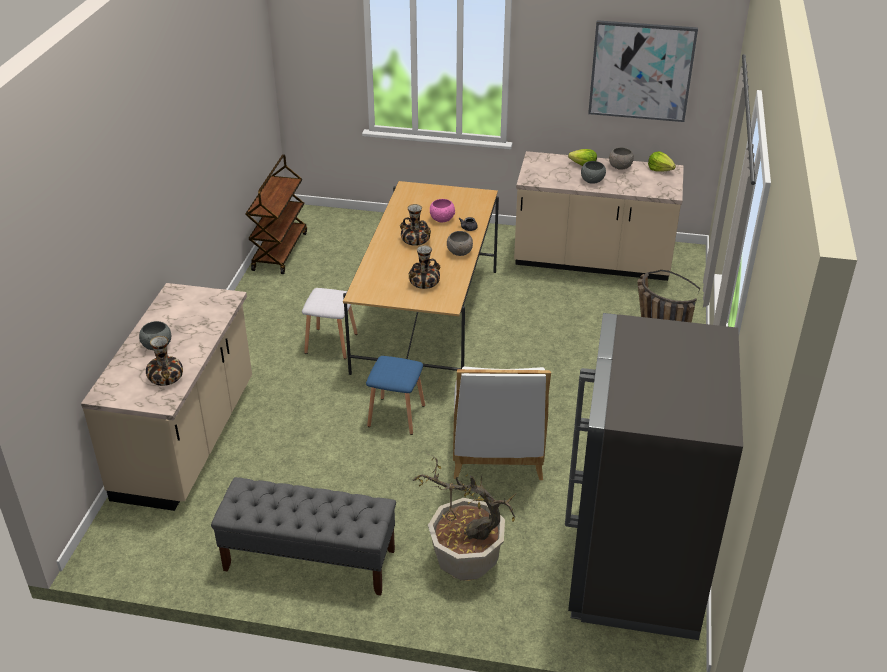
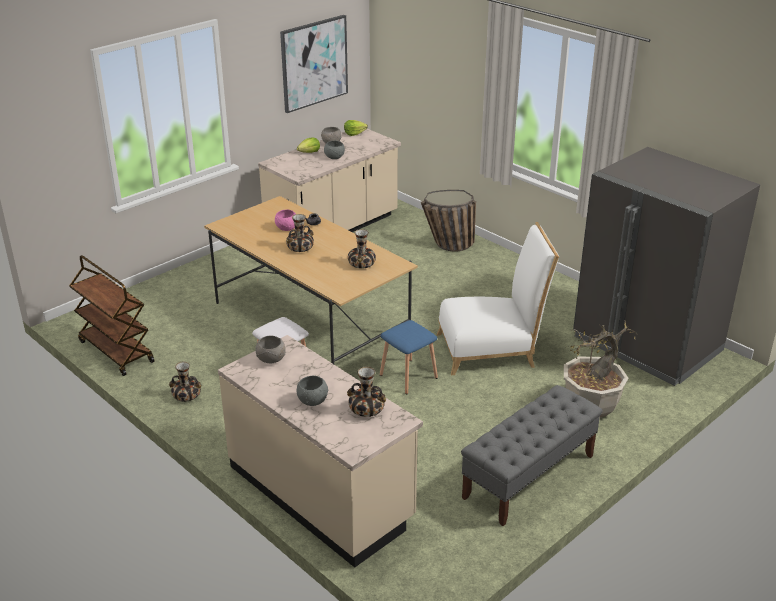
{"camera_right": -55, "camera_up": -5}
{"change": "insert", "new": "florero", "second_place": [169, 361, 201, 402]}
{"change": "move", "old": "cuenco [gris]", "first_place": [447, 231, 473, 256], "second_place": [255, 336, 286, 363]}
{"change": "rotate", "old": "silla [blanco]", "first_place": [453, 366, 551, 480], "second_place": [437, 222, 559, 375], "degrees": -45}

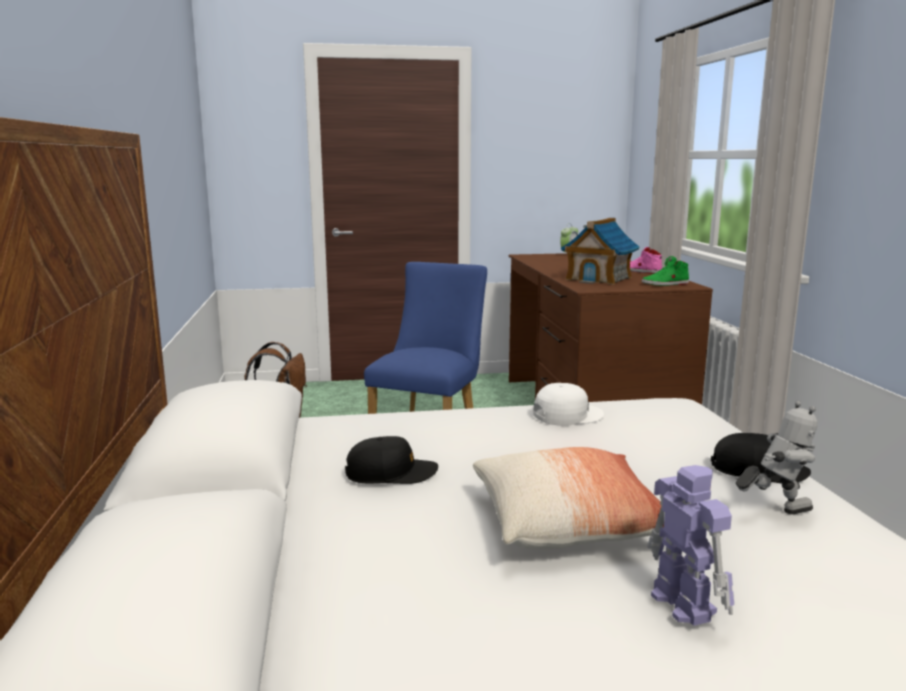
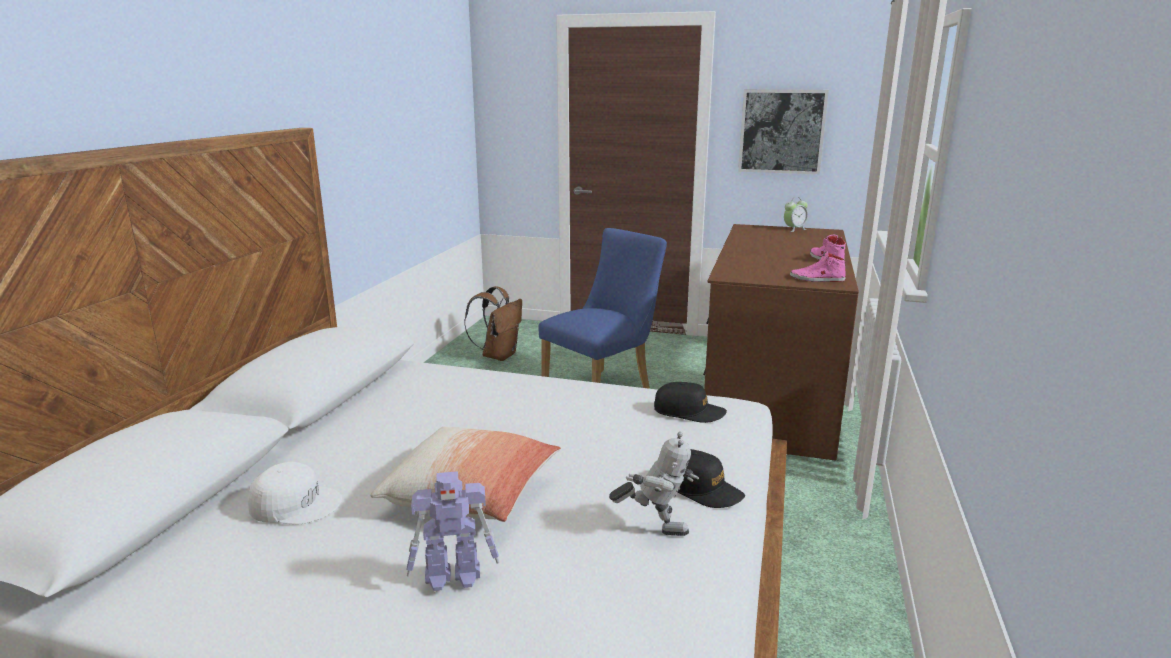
{"camera_right": 25, "camera_up": 5}
{"change": "delete", "old": "casita", "first_place": [561, 218, 640, 285]}
{"change": "insert", "new": "cuadro", "second_place": [738, 89, 829, 174]}
{"change": "move", "old": "gorra [negro]", "first_place": [345, 436, 438, 484], "second_place": [654, 382, 727, 423]}
{"change": "move", "old": "gorra [blanco]", "first_place": [533, 383, 605, 425], "second_place": [248, 462, 342, 525]}
{"change": "recolor", "old": "zapato [verde]", "new": "zapato [rosa]", "first_place": [642, 256, 689, 286], "second_place": [790, 251, 846, 282]}
{"change": "rotate", "old": "robot de juguete", "first_place": [647, 465, 734, 626], "second_place": [406, 471, 500, 591], "degrees": 75}

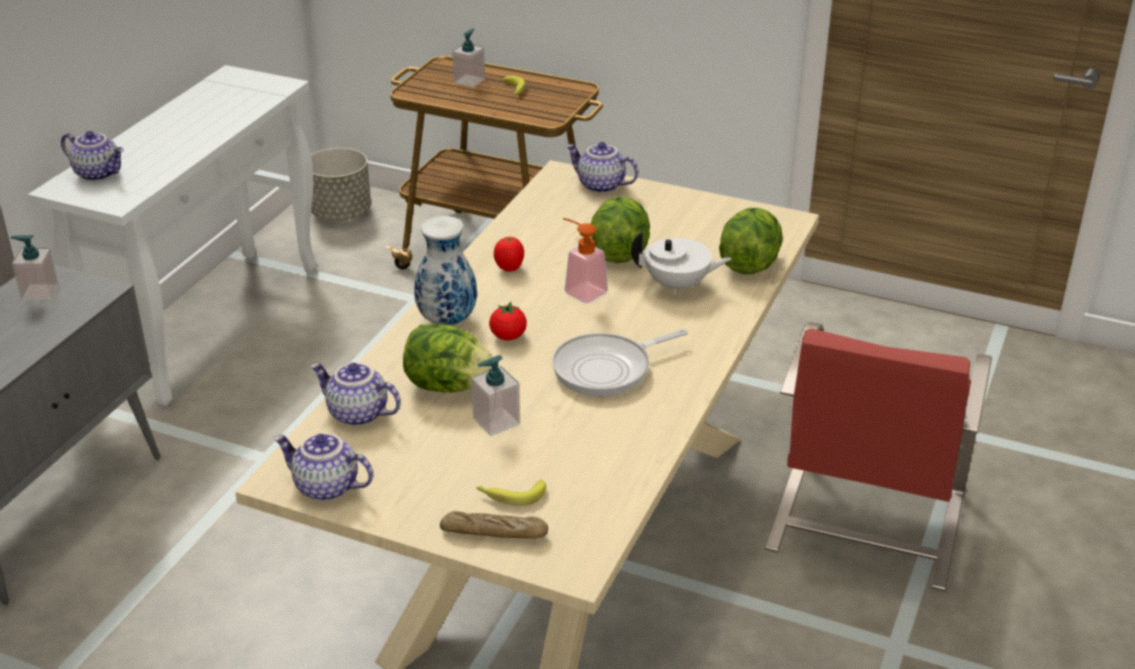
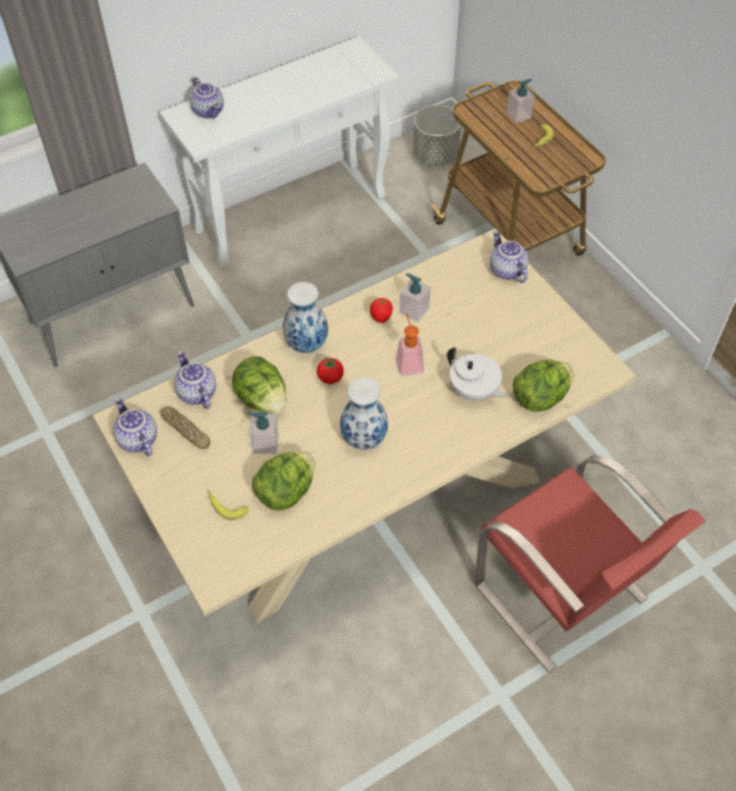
{"camera_right": 35, "camera_up": 20}
{"change": "move", "old": "dispensador de jabón", "first_place": [10, 235, 59, 300], "second_place": [399, 273, 431, 323]}
{"change": "move", "old": "pan", "first_place": [440, 511, 548, 539], "second_place": [160, 407, 210, 449]}
{"change": "move", "old": "lechuga", "first_place": [591, 196, 650, 263], "second_place": [252, 451, 315, 510]}
{"change": "replace", "old": "sartén", "new": "florero", "first_place": [552, 329, 688, 397], "second_place": [340, 377, 388, 450]}
{"change": "rotate", "old": "silla [rojo]", "first_place": [764, 322, 992, 591], "second_place": [475, 455, 706, 673], "degrees": -90}

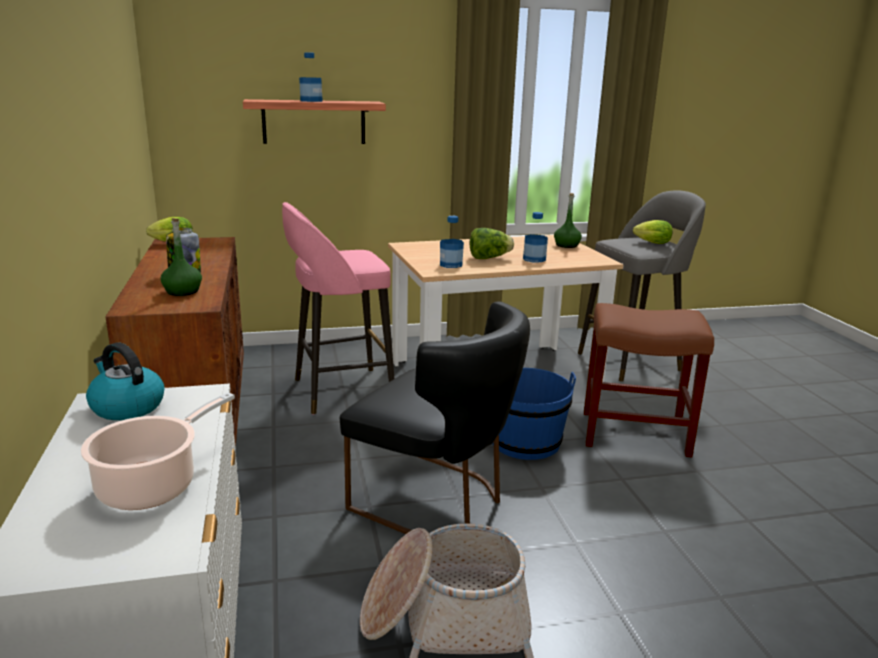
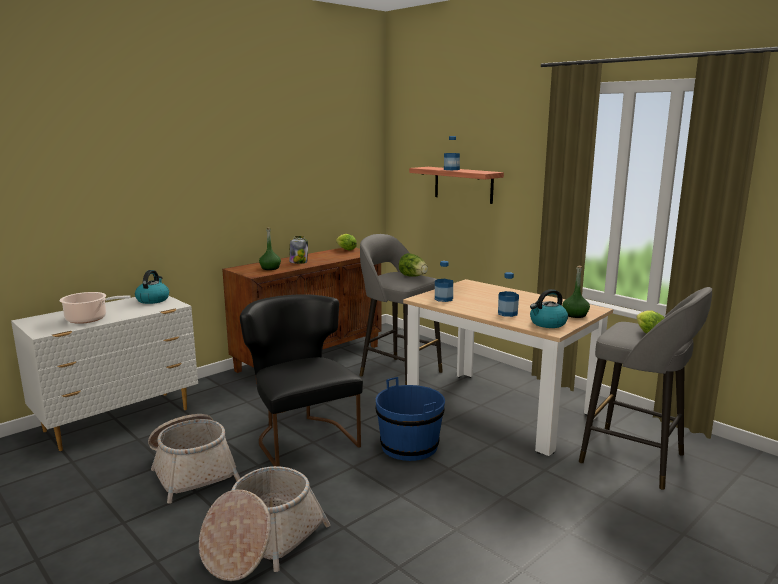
{"camera_right": 60, "camera_up": -5}
{"change": "delete", "old": "taburete [marrón]", "first_place": [584, 303, 714, 457]}
{"change": "insert", "new": "cesta", "second_place": [199, 466, 330, 581]}
{"change": "insert", "new": "hervidor", "second_place": [530, 289, 568, 328]}
{"change": "move", "old": "lechuga", "first_place": [470, 228, 514, 259], "second_place": [399, 253, 428, 277]}
{"change": "recolor", "old": "taburete [rosa]", "new": "taburete [gris]", "first_place": [282, 202, 394, 415], "second_place": [359, 234, 443, 385]}
{"change": "rotate", "old": "silla [negro]", "first_place": [340, 302, 530, 534], "second_place": [240, 294, 363, 467], "degrees": 150}

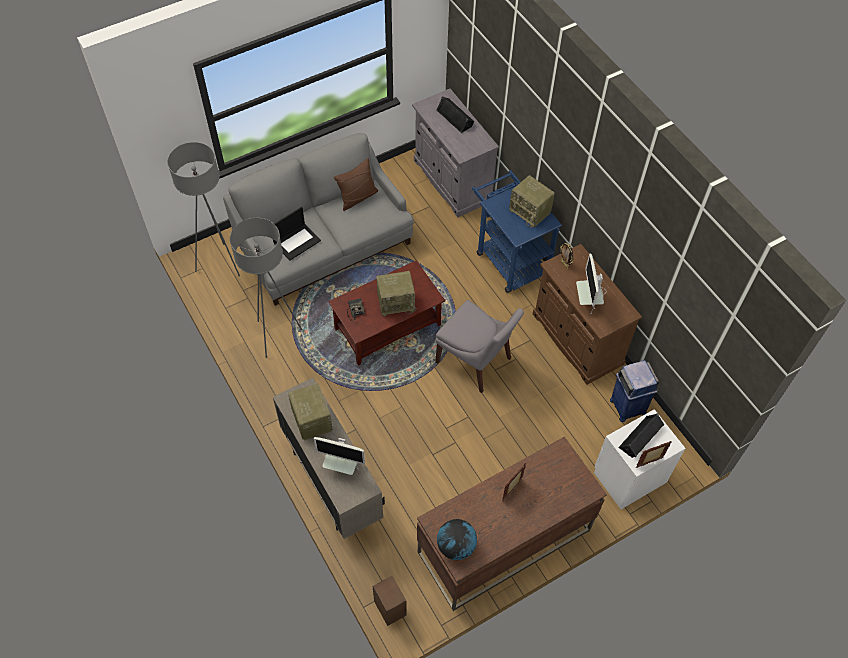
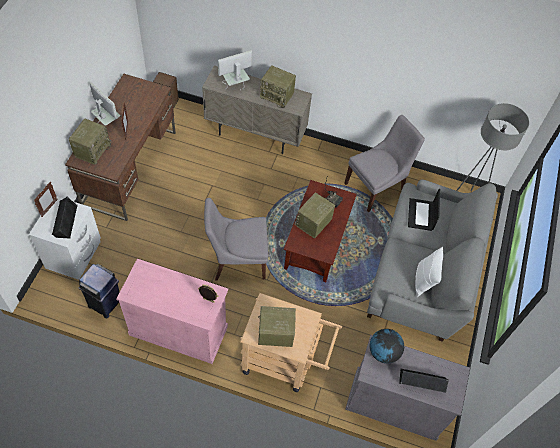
{"camera_right": 135, "camera_up": 0}
{"change": "insert", "new": "radio", "second_place": [69, 119, 112, 165]}
{"change": "move", "old": "globo terráqueo", "first_place": [437, 519, 477, 560], "second_place": [370, 329, 404, 364]}
{"change": "move", "old": "monitor", "first_place": [576, 253, 607, 313], "second_place": [90, 82, 120, 126]}
{"change": "replace", "old": "lámpara de pie [gris]", "new": "silla [gris]", "first_place": [230, 218, 302, 358], "second_place": [344, 115, 425, 212]}
{"change": "recolor", "old": "cojín [marrón]", "new": "cojín [blanco]", "first_place": [334, 158, 378, 211], "second_place": [415, 247, 443, 297]}
{"change": "recolor", "old": "carrito [azul]", "new": "carrito [beis]", "first_place": [472, 170, 562, 293], "second_place": [240, 293, 342, 392]}
{"change": "recolor", "old": "armario [marrón]", "new": "armario [rosa]", "first_place": [533, 244, 642, 385], "second_place": [116, 259, 228, 364]}

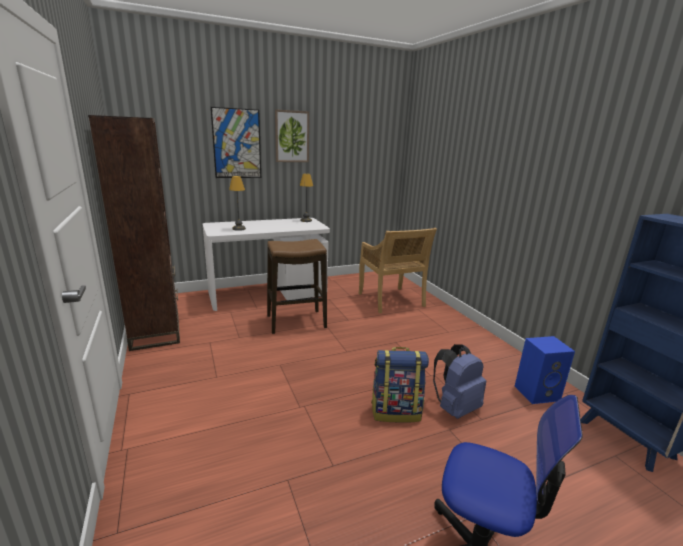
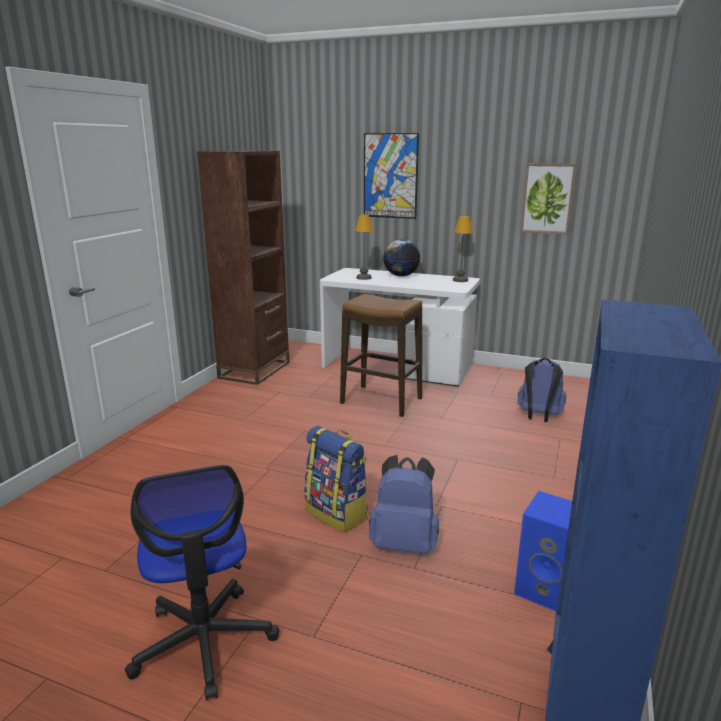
{"camera_right": 45, "camera_up": 0}
{"change": "insert", "new": "globo terráqueo", "second_place": [383, 239, 420, 277]}
{"change": "move", "old": "cuadro", "first_place": [275, 109, 309, 162], "second_place": [520, 163, 577, 235]}
{"change": "replace", "old": "silla [beis]", "new": "mochila [azul]", "first_place": [358, 228, 437, 313], "second_place": [517, 358, 566, 422]}

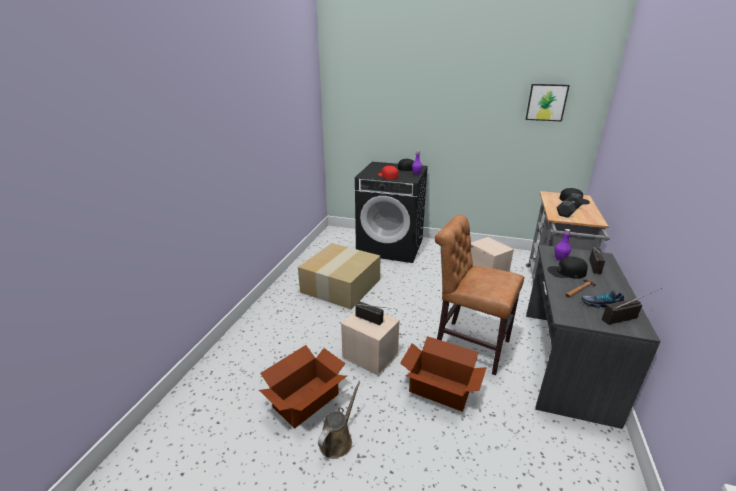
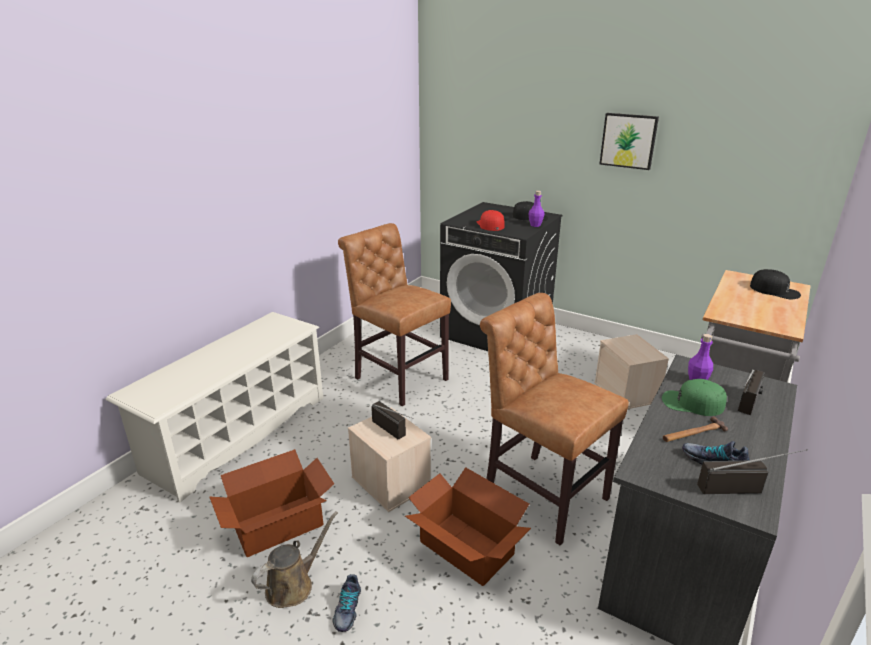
{"camera_right": 15, "camera_up": 0}
{"change": "delete", "old": "mancuerna [gris]", "first_place": [557, 193, 584, 218]}
{"change": "insert", "new": "zapatero [blanco]", "second_place": [106, 312, 323, 503]}
{"change": "insert", "new": "zapato", "second_place": [332, 574, 361, 632]}
{"change": "move", "old": "cuadro", "first_place": [526, 84, 570, 121], "second_place": [600, 113, 659, 170]}
{"change": "replace", "old": "caja de cartón", "new": "silla [marrón]", "first_place": [298, 243, 380, 309], "second_place": [338, 223, 451, 406]}
{"change": "recolor", "old": "gorra [negro]", "new": "gorra [verde]", "first_place": [548, 256, 588, 279], "second_place": [662, 379, 727, 416]}

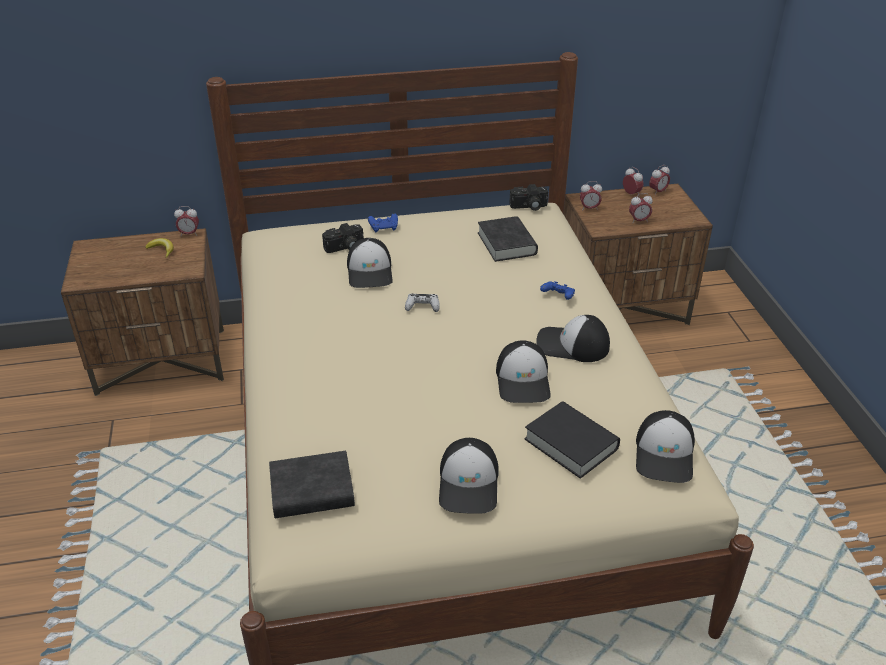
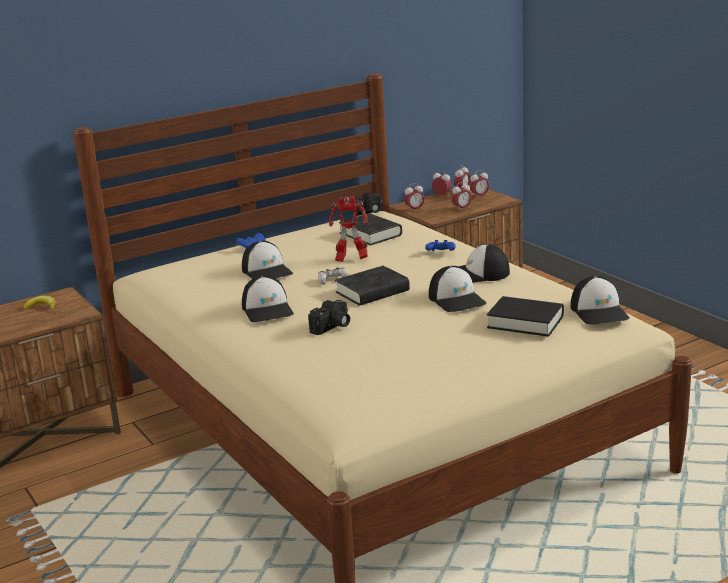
{"camera_right": -20, "camera_up": -15}
{"change": "insert", "new": "robot de juguete", "second_place": [329, 196, 368, 262]}
{"change": "move", "old": "despertador", "first_place": [174, 206, 199, 236], "second_place": [470, 170, 489, 196]}
{"change": "move", "old": "libro [negro]", "first_place": [269, 451, 355, 518], "second_place": [335, 266, 410, 306]}
{"change": "move", "old": "cámara", "first_place": [322, 223, 363, 253], "second_place": [308, 300, 350, 335]}
{"change": "move", "old": "gorra", "first_place": [439, 438, 499, 514], "second_place": [242, 276, 294, 322]}

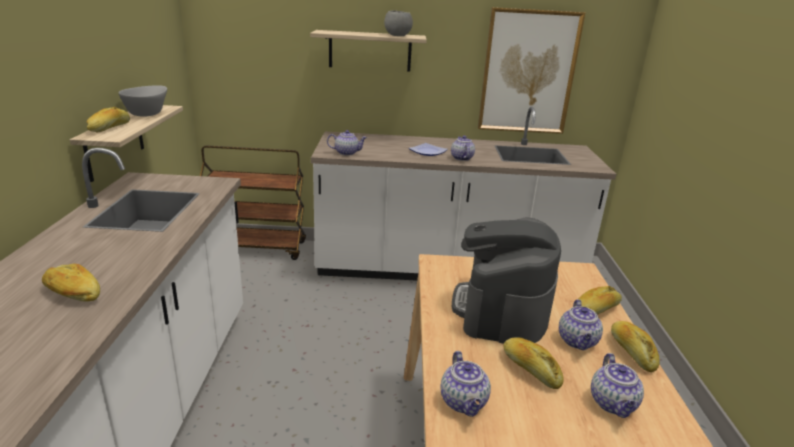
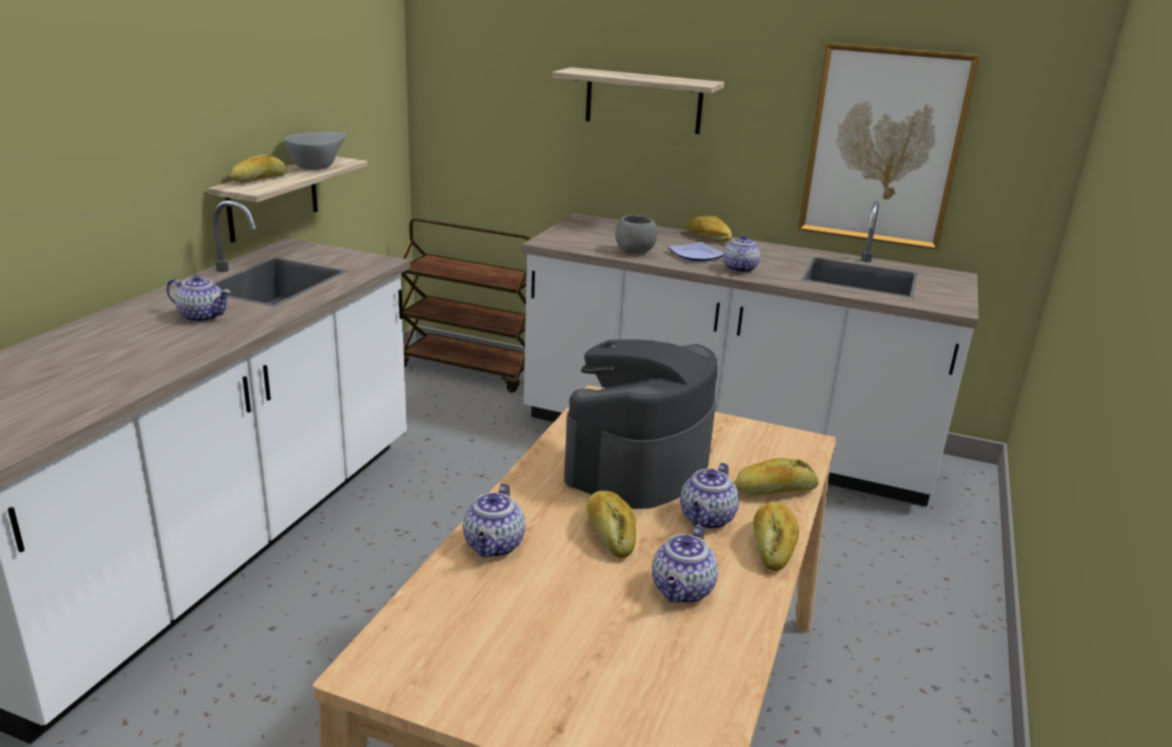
{"camera_right": 20, "camera_up": 0}
{"change": "move", "old": "pan", "first_place": [42, 264, 100, 301], "second_place": [687, 216, 732, 242]}
{"change": "move", "old": "tetera", "first_place": [327, 130, 367, 156], "second_place": [167, 275, 230, 323]}
{"change": "move", "old": "cuenco [gris]", "first_place": [384, 10, 413, 36], "second_place": [615, 214, 657, 254]}

